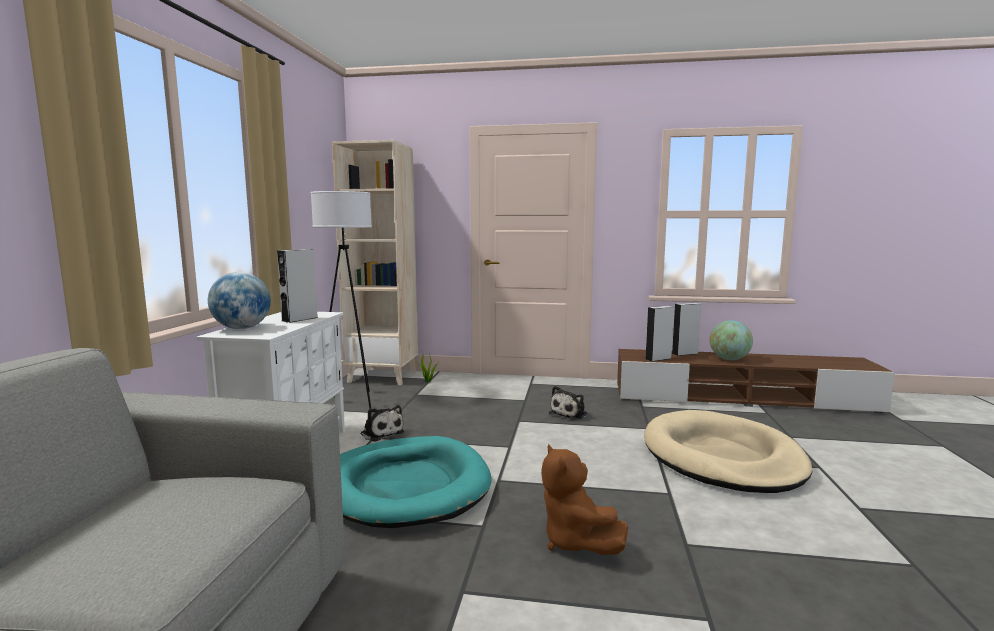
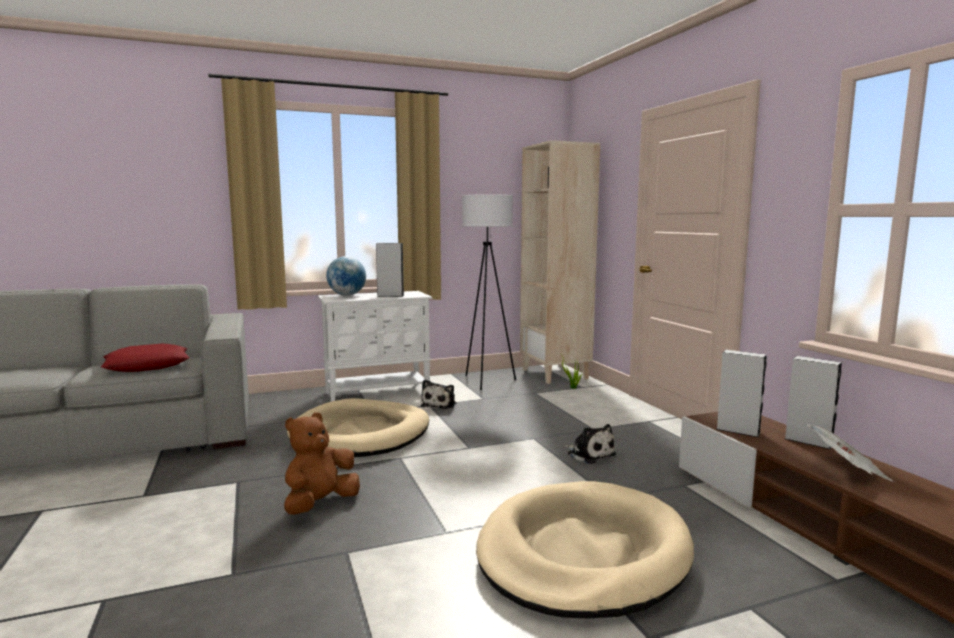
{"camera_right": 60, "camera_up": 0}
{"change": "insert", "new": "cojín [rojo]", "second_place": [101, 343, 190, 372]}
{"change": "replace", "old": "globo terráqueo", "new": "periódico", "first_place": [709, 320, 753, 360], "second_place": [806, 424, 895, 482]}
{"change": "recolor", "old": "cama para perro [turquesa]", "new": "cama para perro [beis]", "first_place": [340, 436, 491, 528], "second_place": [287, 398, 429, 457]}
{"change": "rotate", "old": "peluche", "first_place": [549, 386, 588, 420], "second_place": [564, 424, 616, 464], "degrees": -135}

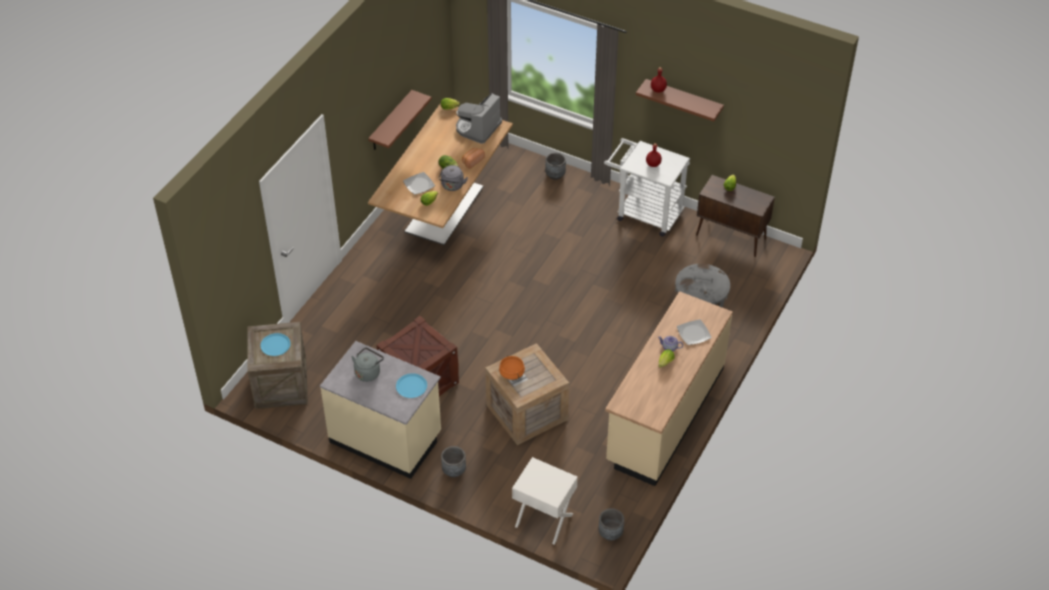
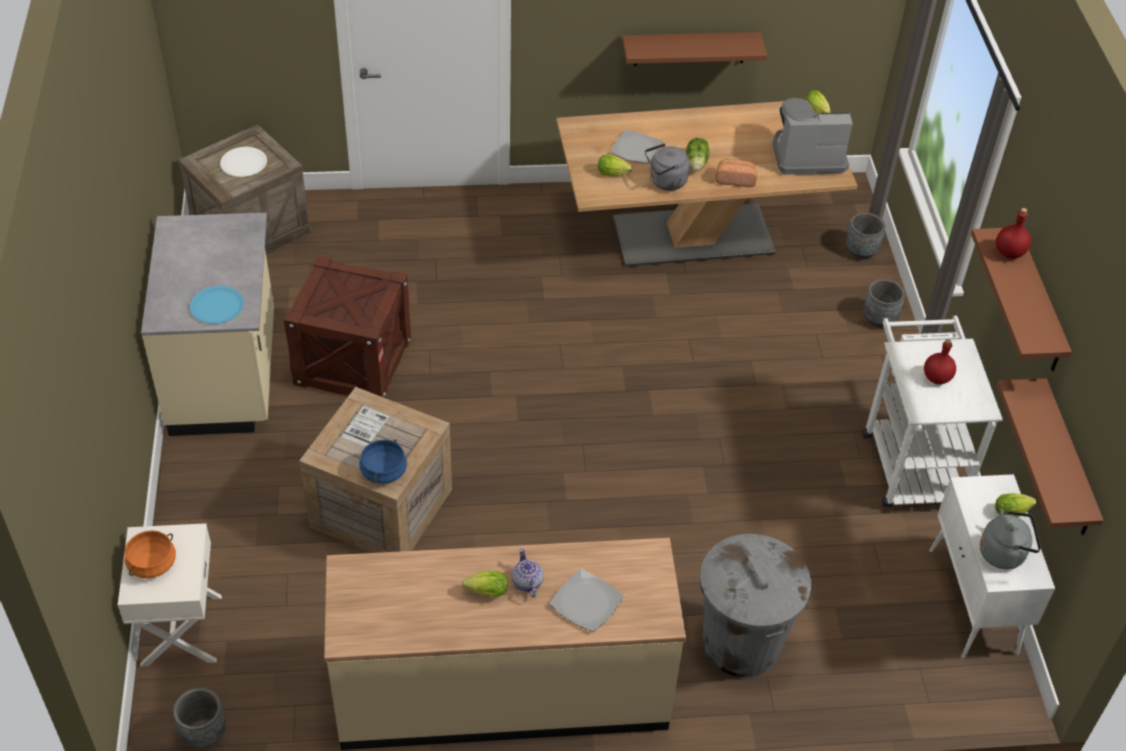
{"camera_right": 55, "camera_up": 0}
{"change": "insert", "new": "olla [azul]", "second_place": [359, 439, 407, 484]}
{"change": "insert", "new": "estante [marrón]", "second_place": [997, 378, 1104, 535]}
{"change": "move", "old": "hervidor [gris]", "first_place": [351, 347, 384, 382], "second_place": [980, 509, 1041, 569]}
{"change": "move", "old": "maceta [gris]", "first_place": [441, 446, 466, 478], "second_place": [846, 212, 886, 259]}
{"change": "move", "old": "olla [naranja]", "first_place": [499, 355, 525, 380], "second_place": [125, 530, 176, 578]}
{"change": "recolor", "old": "plato [azul]", "new": "plato [blanco]", "first_place": [260, 333, 291, 356], "second_place": [220, 147, 267, 177]}
{"change": "recolor", "old": "armario [marrón]", "new": "armario [blanco]", "first_place": [696, 175, 775, 257], "second_place": [929, 474, 1055, 658]}

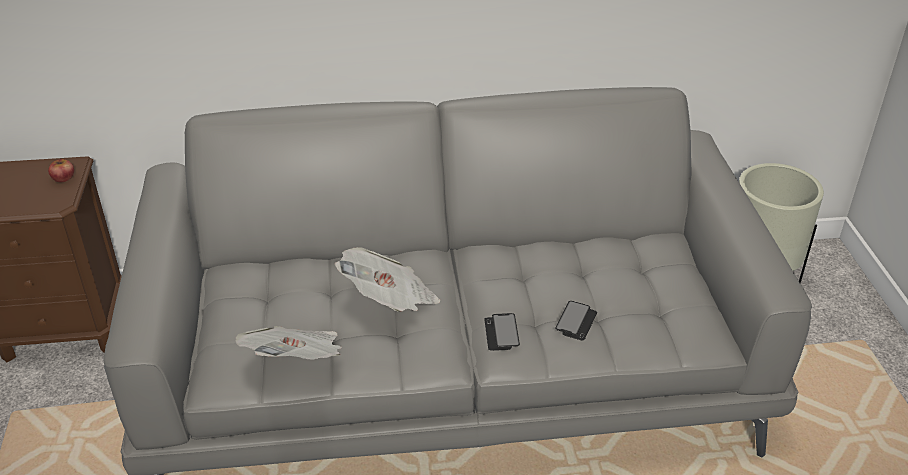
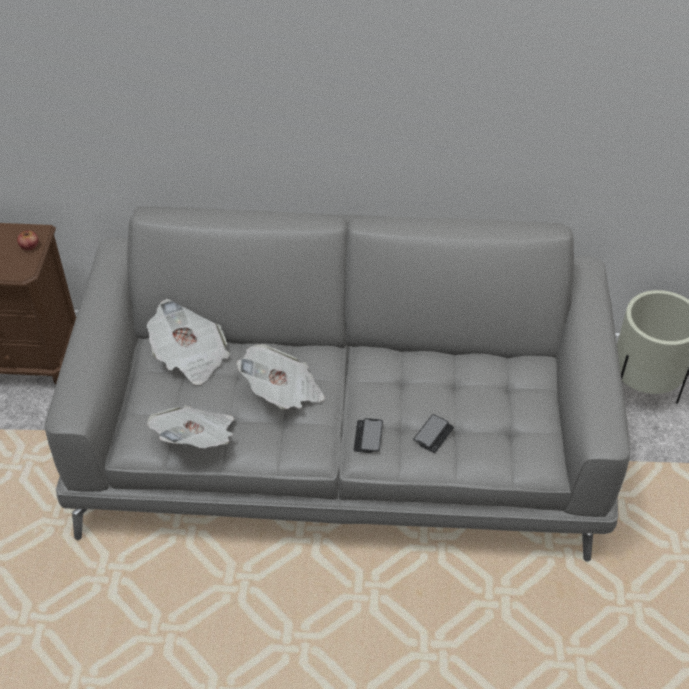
{"camera_right": 10, "camera_up": 10}
{"change": "insert", "new": "periódico", "second_place": [147, 299, 230, 385]}

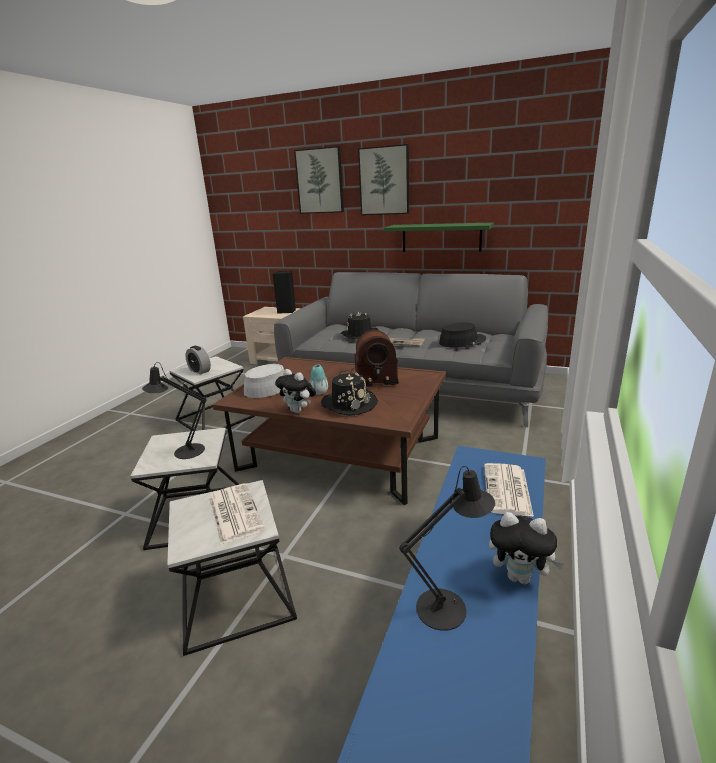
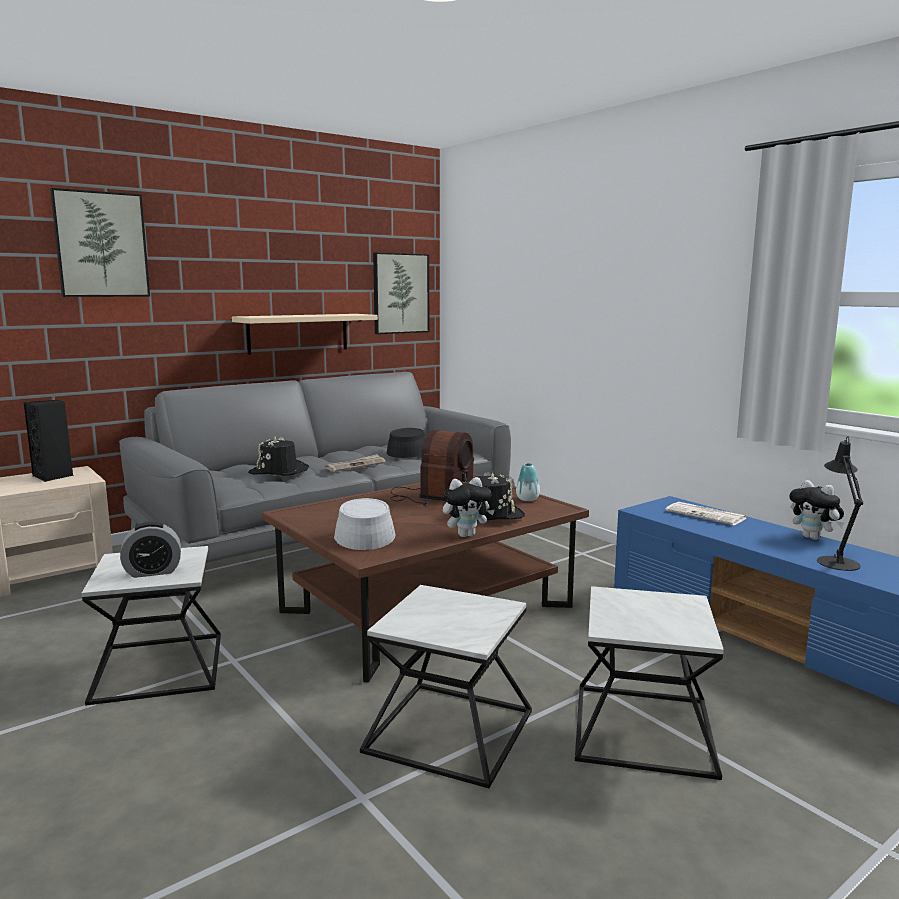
{"camera_right": -60, "camera_up": -10}
{"change": "delete", "old": "lámpara de mesa [negro]", "first_place": [142, 362, 207, 459]}
{"change": "delete", "old": "periódico", "first_place": [208, 483, 265, 545]}
{"change": "move", "old": "florero", "first_place": [309, 365, 328, 395], "second_place": [516, 463, 540, 501]}
{"change": "move", "old": "cuadro", "first_place": [358, 144, 409, 215], "second_place": [373, 252, 429, 334]}
{"change": "recolor", "old": "estante [verde]", "new": "estante [beis]", "first_place": [384, 222, 494, 252], "second_place": [232, 314, 378, 355]}
{"change": "rotate", "old": "peluche", "first_place": [489, 512, 564, 585], "second_place": [789, 480, 844, 540], "degrees": 90}

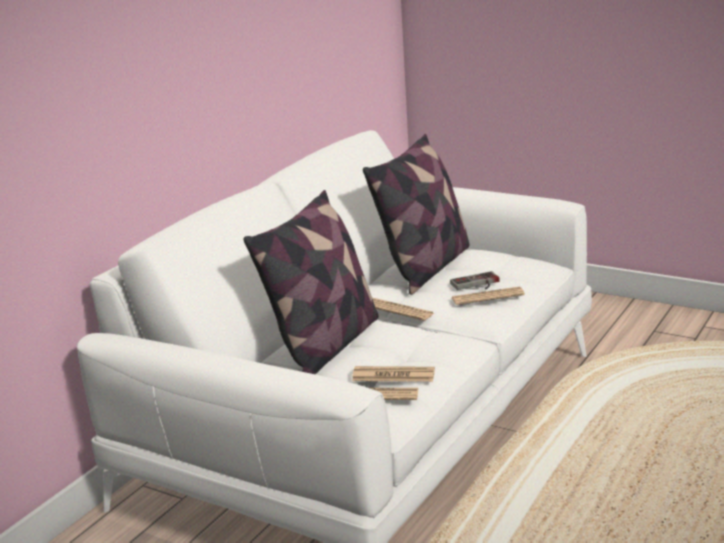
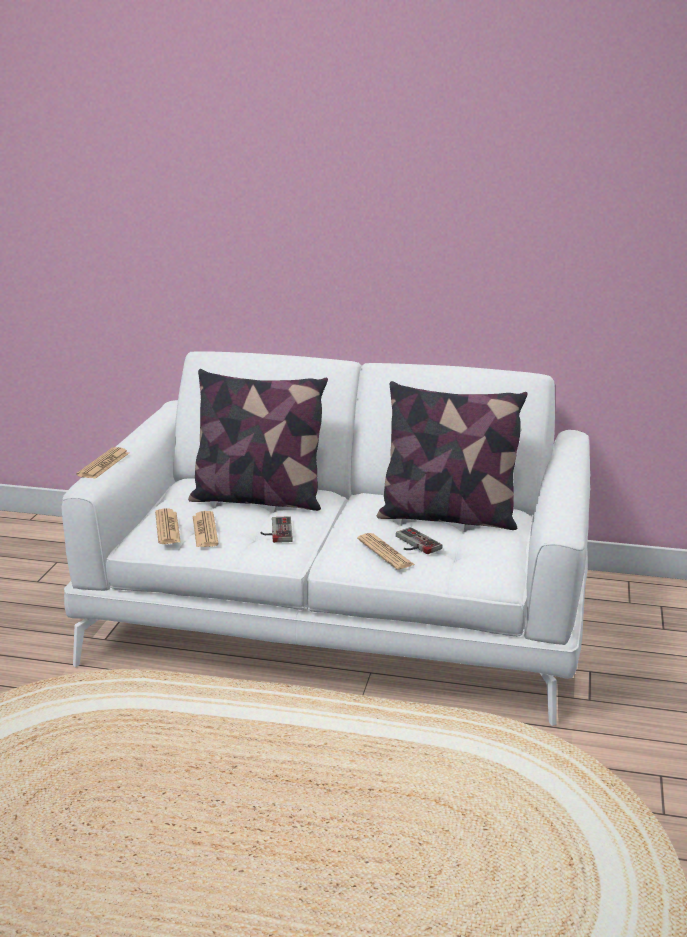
{"camera_right": 70, "camera_up": 0}
{"change": "insert", "new": "mando de consola", "second_place": [260, 516, 293, 543]}
{"change": "move", "old": "periódico", "first_place": [372, 298, 434, 321], "second_place": [76, 447, 129, 479]}

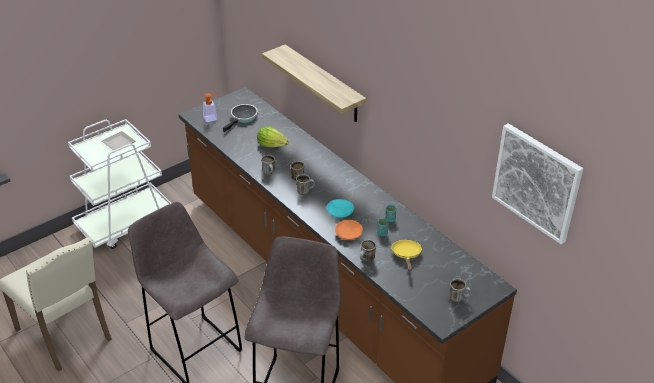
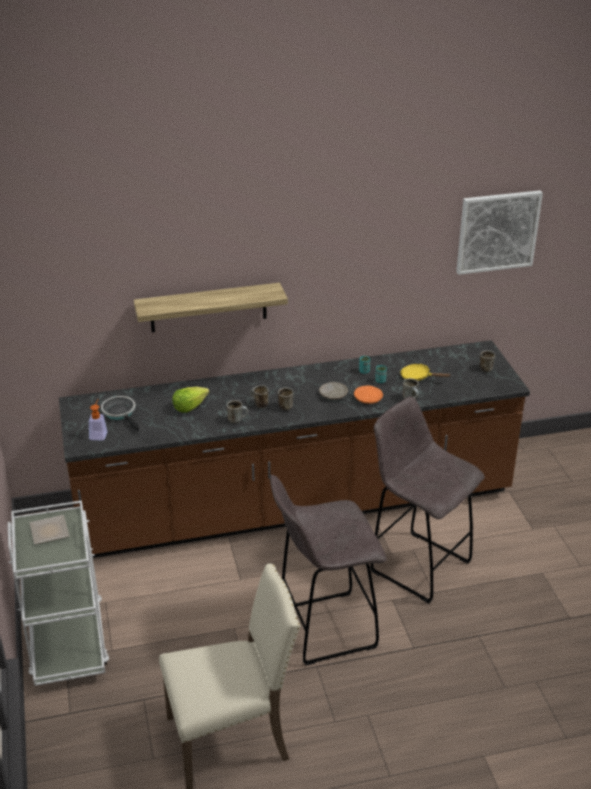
{"camera_right": -65, "camera_up": -5}
{"change": "recolor", "old": "plato [turquesa]", "new": "plato [beis]", "first_place": [327, 199, 354, 218], "second_place": [319, 382, 348, 400]}

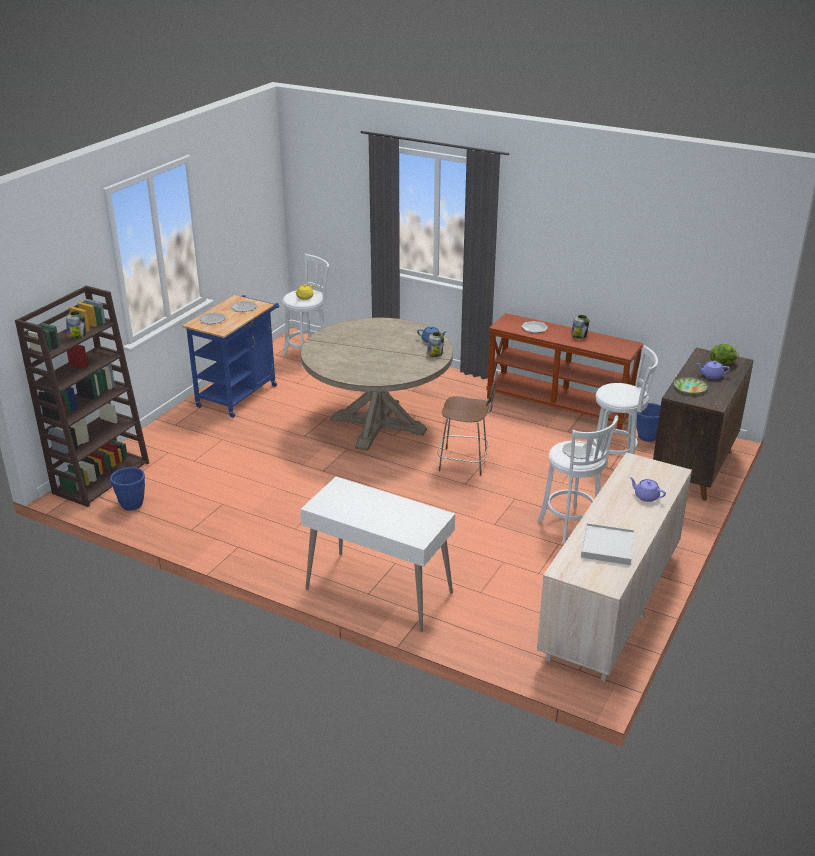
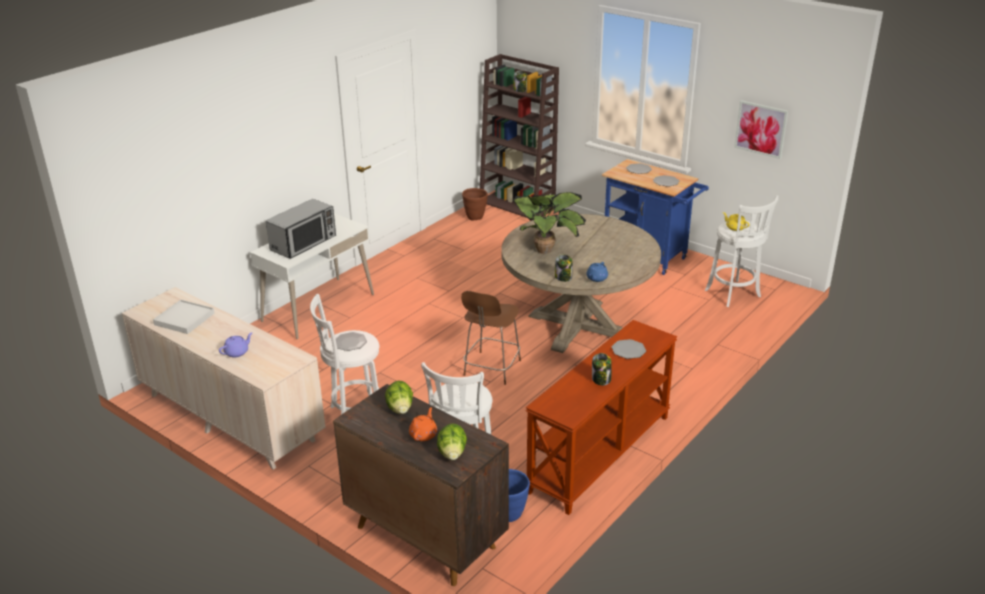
{"camera_right": 100, "camera_up": 0}
{"change": "insert", "new": "microondas", "second_place": [266, 199, 336, 259]}
{"change": "insert", "new": "planta en maceta", "second_place": [513, 192, 586, 254]}
{"change": "insert", "new": "cuadro", "second_place": [734, 100, 788, 159]}
{"change": "replace", "old": "plato", "new": "lechuga", "first_place": [674, 377, 708, 394], "second_place": [385, 381, 413, 414]}
{"change": "recolor", "old": "maceta [azul]", "new": "maceta [marrón]", "first_place": [110, 467, 145, 510], "second_place": [462, 188, 488, 220]}
{"change": "recolor", "old": "tetera [morado]", "new": "tetera [naranja]", "first_place": [696, 361, 730, 379], "second_place": [409, 407, 437, 441]}

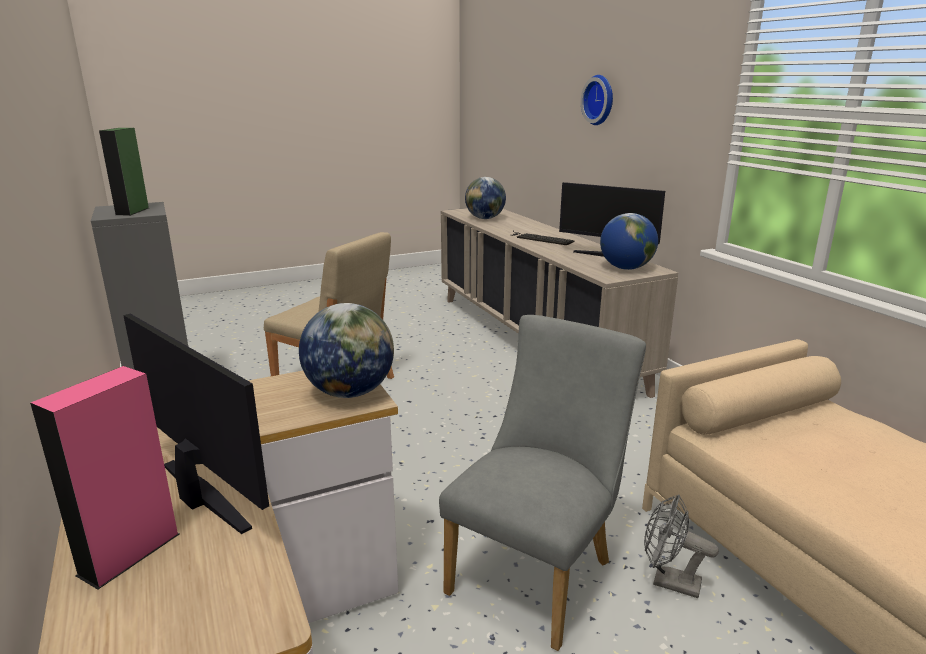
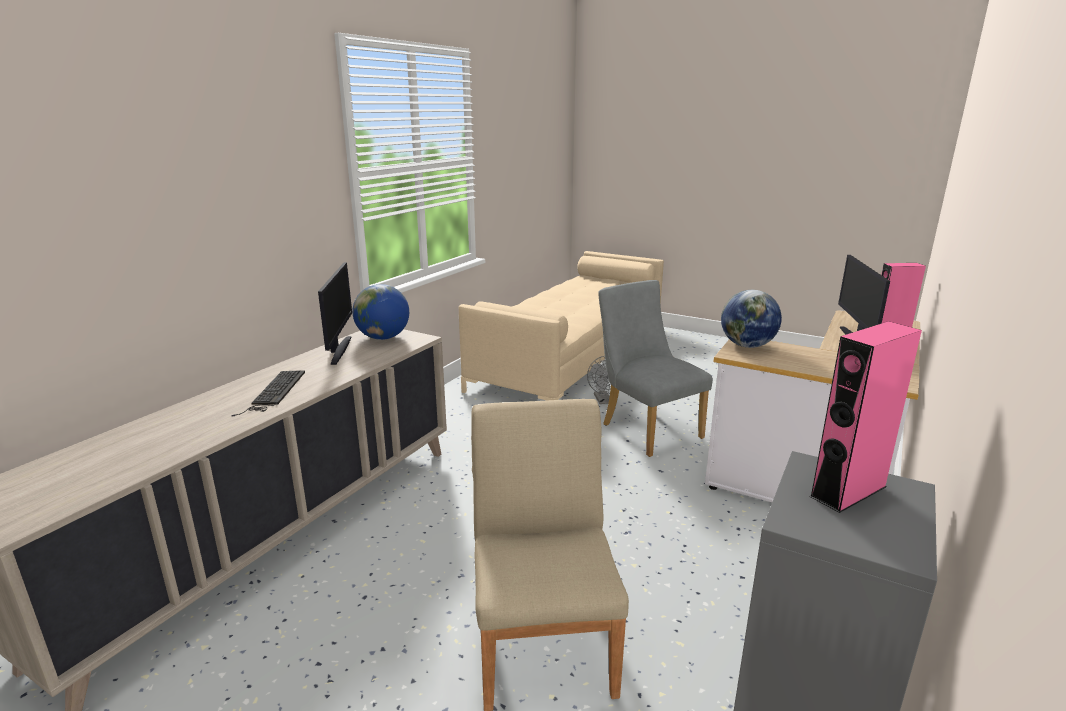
{"camera_right": -125, "camera_up": 0}
{"change": "delete", "old": "globo terráqueo", "first_place": [465, 177, 506, 219]}
{"change": "delete", "old": "reloj de pared", "first_place": [581, 75, 613, 125]}
{"change": "recolor", "old": "altavoz [verde]", "new": "altavoz [rosa]", "first_place": [99, 128, 149, 216], "second_place": [809, 321, 922, 513]}
{"change": "rotate", "old": "silla [gris]", "first_place": [439, 315, 646, 651], "second_place": [598, 280, 713, 457], "degrees": 60}

